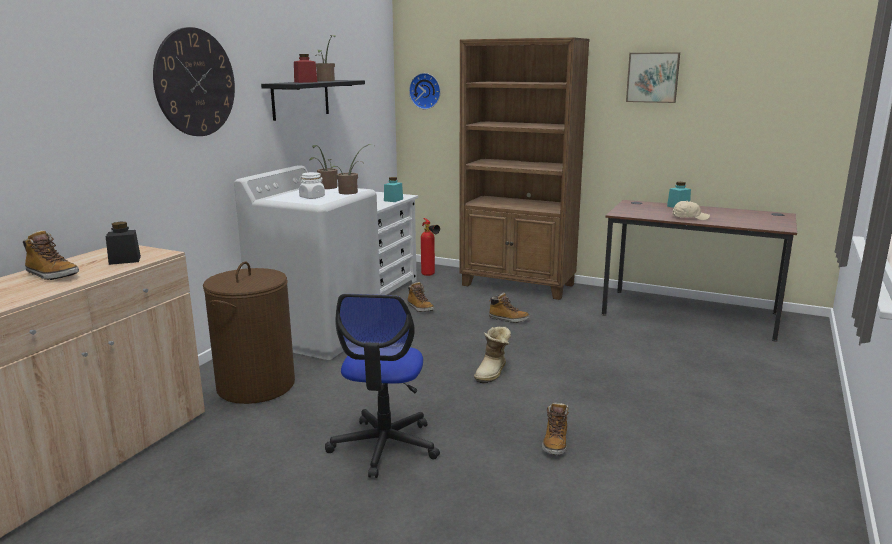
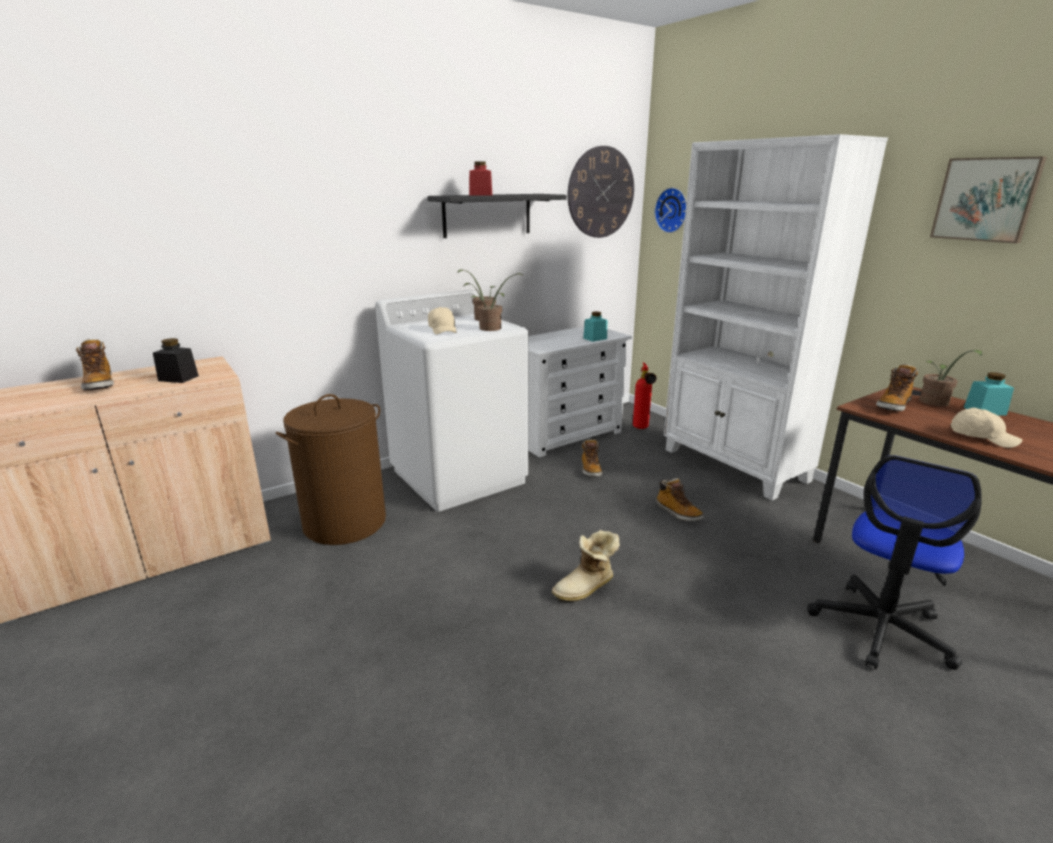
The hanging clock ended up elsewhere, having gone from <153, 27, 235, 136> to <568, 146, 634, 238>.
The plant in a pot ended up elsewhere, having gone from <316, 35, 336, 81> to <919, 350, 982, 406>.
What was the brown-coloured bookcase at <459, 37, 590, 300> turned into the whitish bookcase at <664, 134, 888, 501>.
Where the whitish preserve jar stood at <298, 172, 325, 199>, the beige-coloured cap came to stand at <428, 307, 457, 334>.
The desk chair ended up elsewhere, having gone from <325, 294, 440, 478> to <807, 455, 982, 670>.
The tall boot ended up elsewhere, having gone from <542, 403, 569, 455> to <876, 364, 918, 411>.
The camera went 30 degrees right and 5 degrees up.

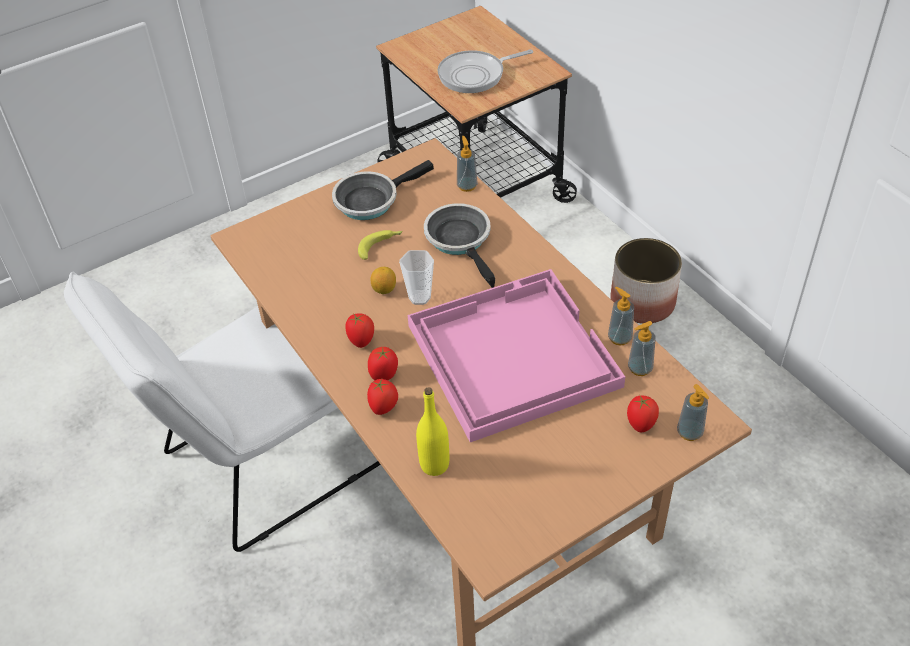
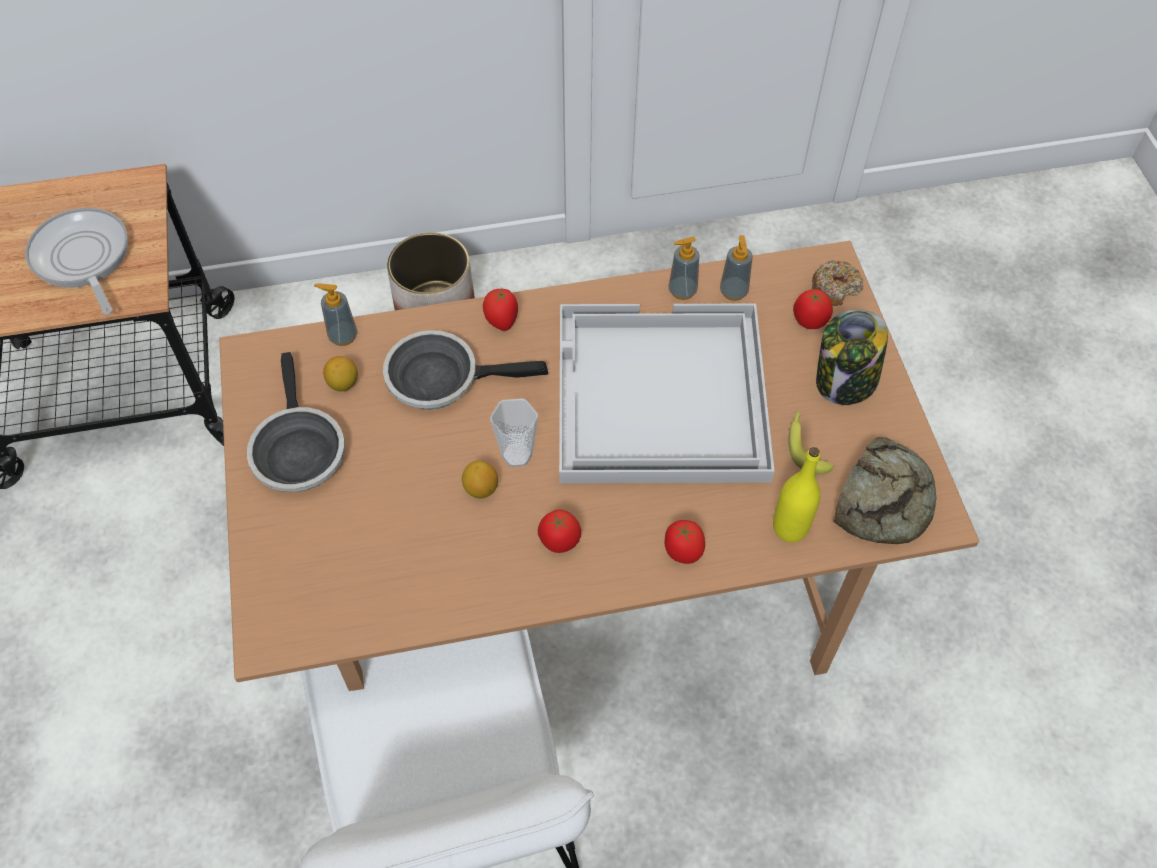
The frying pan at <437, 49, 533, 93> ended up facing another way, 150 degrees clockwise from before.
The whole banana ended up elsewhere, having gone from <358, 230, 402, 260> to <788, 410, 834, 474>.
What was the pink-coloured tray at <408, 269, 625, 442> turned into the whitish tray at <559, 303, 775, 483>.
The whole tomato ended up elsewhere, having gone from <368, 347, 398, 380> to <483, 287, 518, 331>.
Where the soap bottle stood at <677, 384, 709, 441>, the doughnut came to stand at <812, 260, 864, 306>.
The second view gained the preserve jar at <816, 309, 888, 405>.
The second view gained the citrus fruit at <323, 356, 358, 391>.
The second view gained the baked bread at <834, 437, 936, 544>.
The camera went 70 degrees left and 10 degrees up.

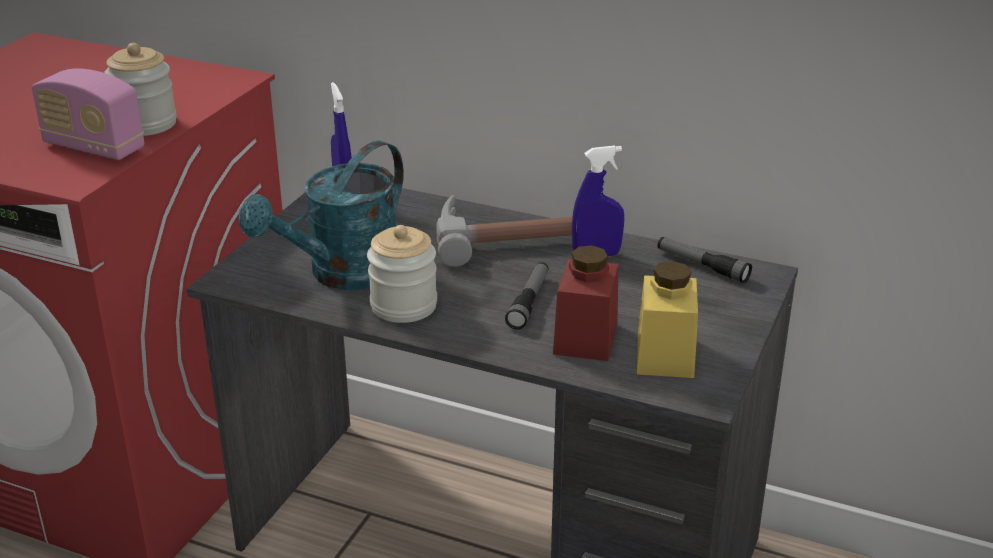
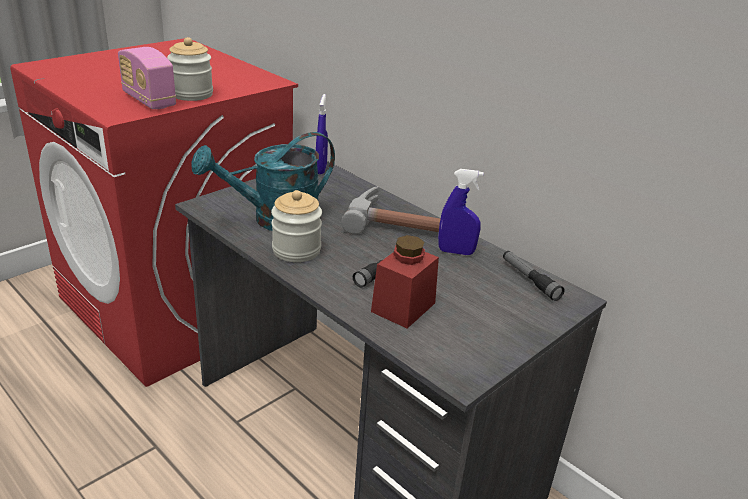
The second view lost the yellow-coloured preserve jar at <637, 261, 698, 378>.
The camera went 20 degrees right and 0 degrees up.

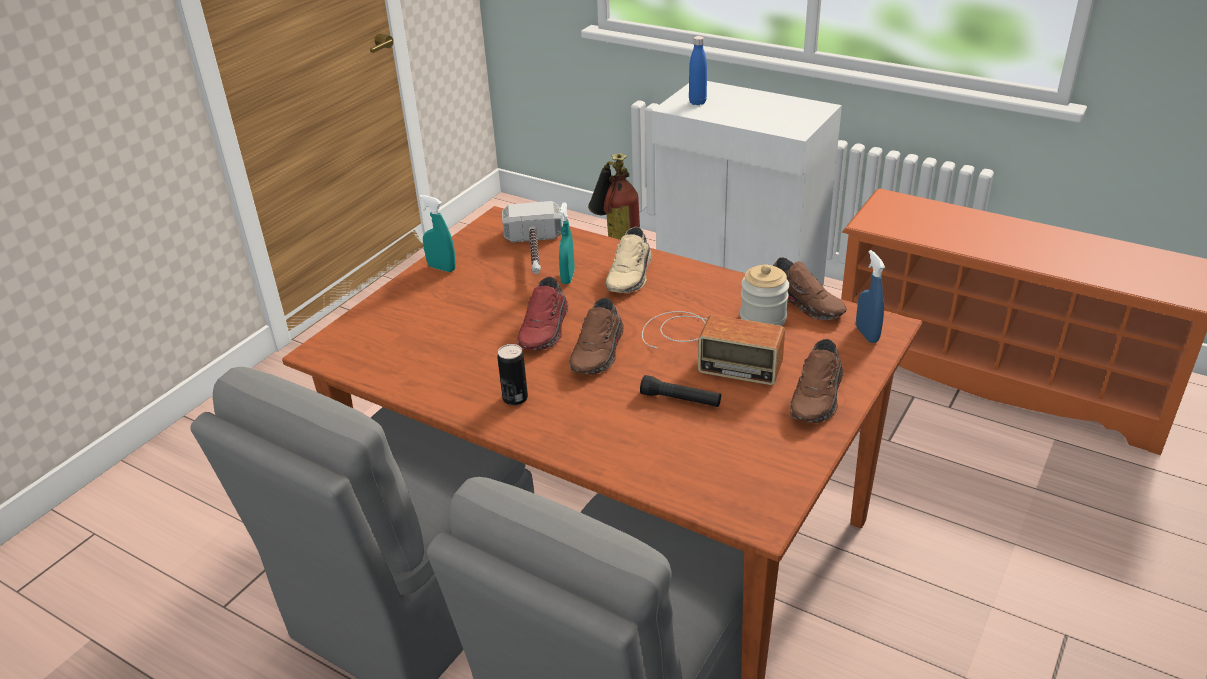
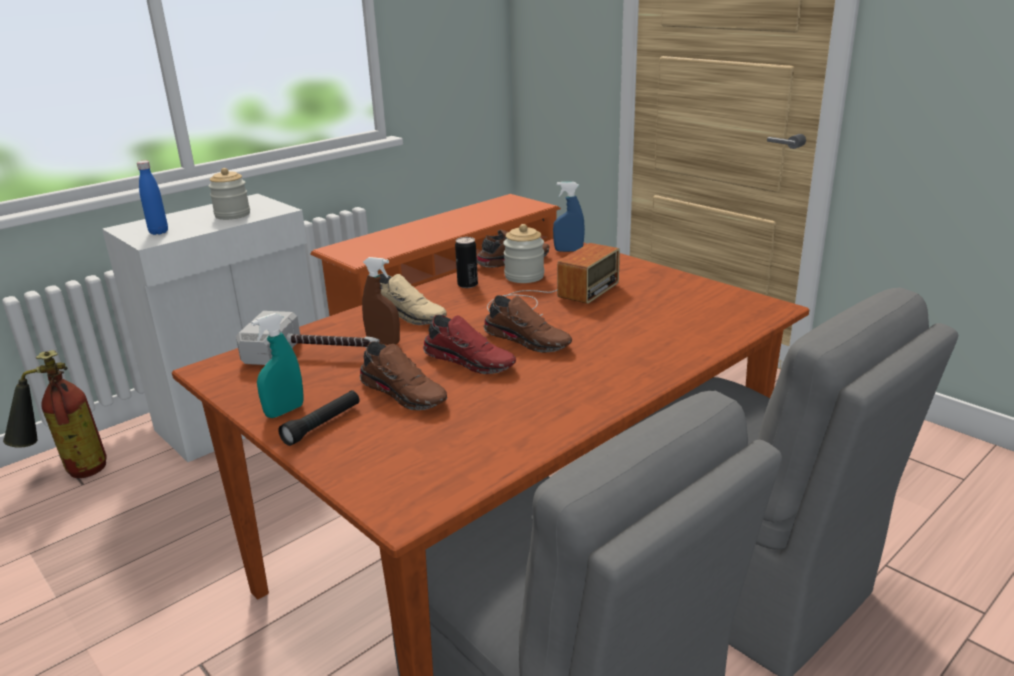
What was the blue-green hand sprayer at <559, 203, 575, 284> turned into the brown-coloured hand sprayer at <362, 257, 400, 345>.
The brown-coloured shoe ended up elsewhere, having gone from <790, 339, 843, 423> to <360, 341, 447, 410>.
The metal can ended up elsewhere, having gone from <497, 344, 528, 405> to <455, 237, 478, 288>.
The blackish flashlight ended up elsewhere, having gone from <640, 375, 721, 407> to <278, 390, 359, 446>.
The second view gained the preserve jar at <208, 168, 250, 220>.
The camera went 75 degrees left and 10 degrees down.

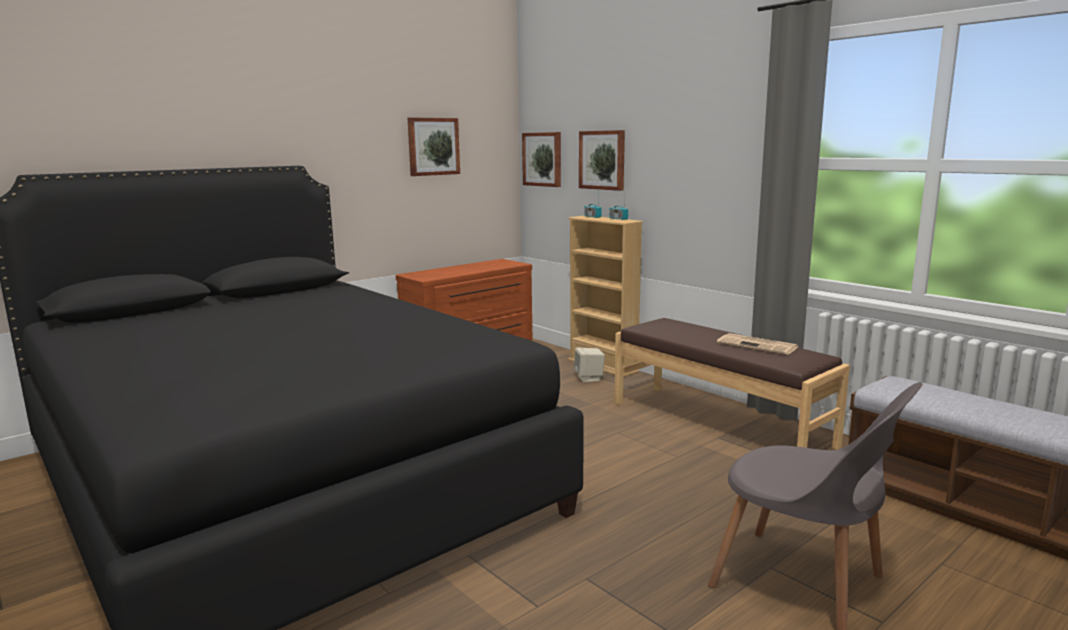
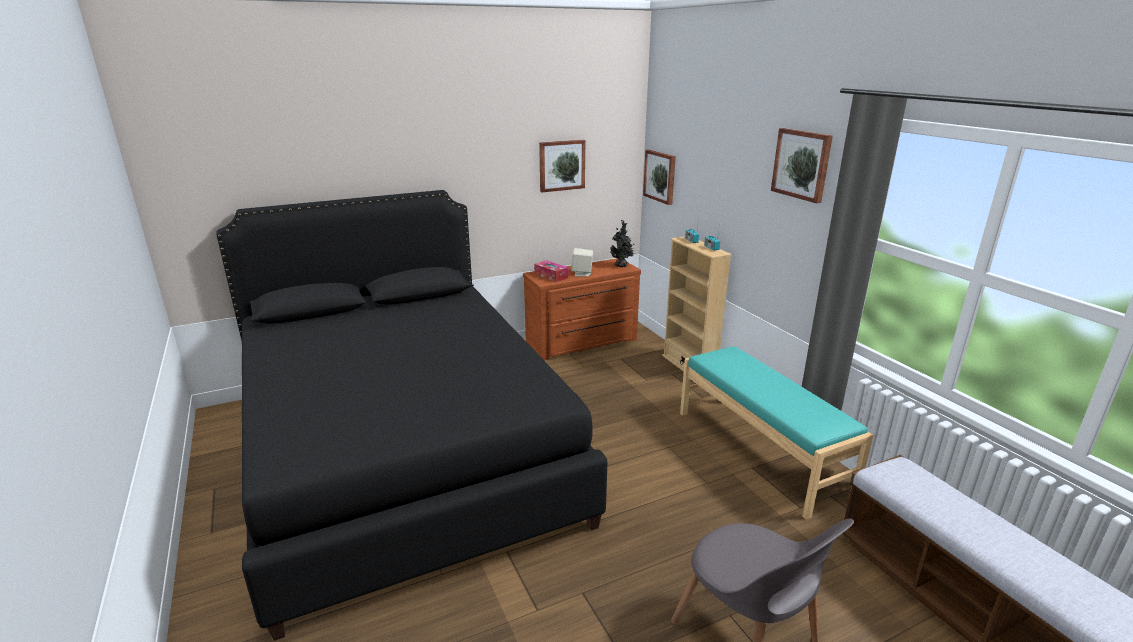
The picture ended up elsewhere, having gone from <579, 130, 625, 191> to <771, 128, 833, 203>.
What was the brown-coloured bench at <614, 318, 850, 450> turned into the blue-green bench at <680, 346, 873, 520>.
The second view lost the newspaper at <717, 333, 798, 355>.
The beige-coloured loudspeaker ended up elsewhere, having gone from <574, 348, 605, 382> to <571, 248, 593, 277>.
The second view gained the plant in a pot at <610, 220, 635, 267>.
The second view gained the tissue box at <534, 260, 568, 282>.
The camera went 15 degrees right and 10 degrees up.

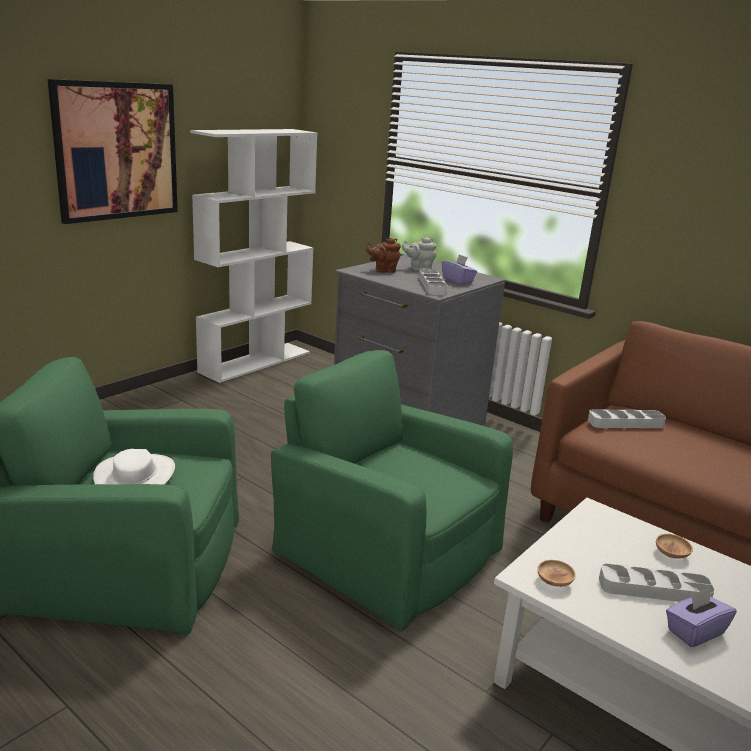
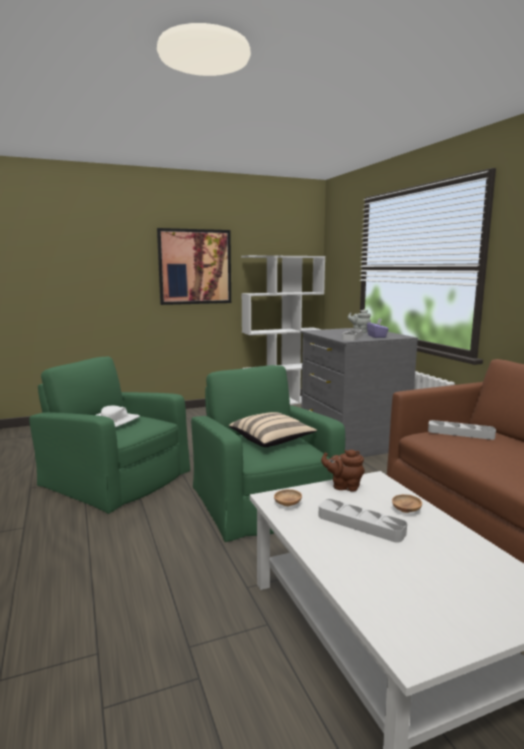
The brown-coloured pot for tea ended up elsewhere, having gone from <366, 238, 401, 273> to <321, 449, 365, 492>.
The second view lost the purplish tissue box at <666, 588, 737, 647>.
The second view gained the beige-coloured throw pillow at <229, 412, 317, 447>.
The camera went 30 degrees right and 10 degrees down.

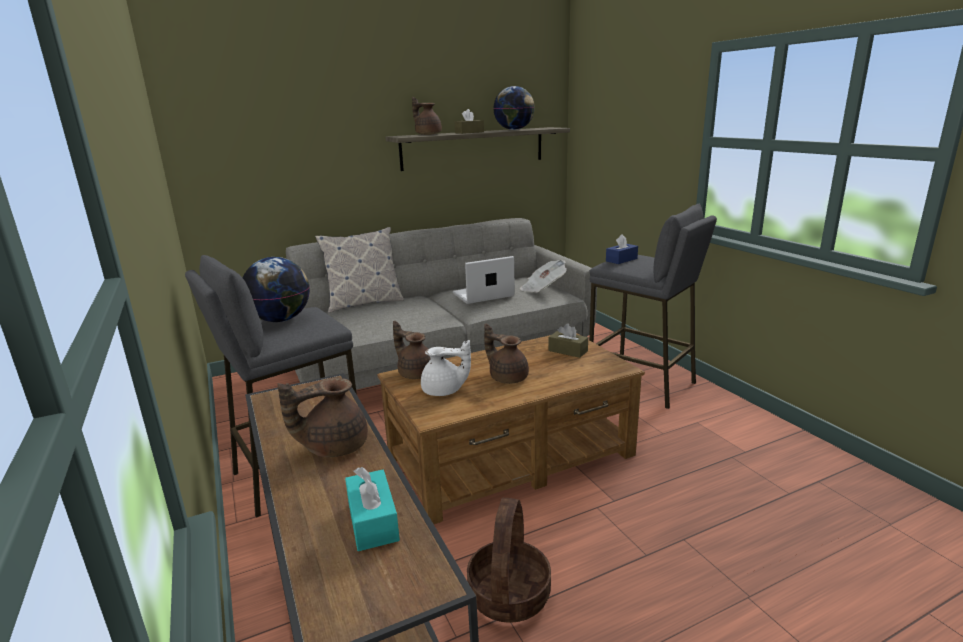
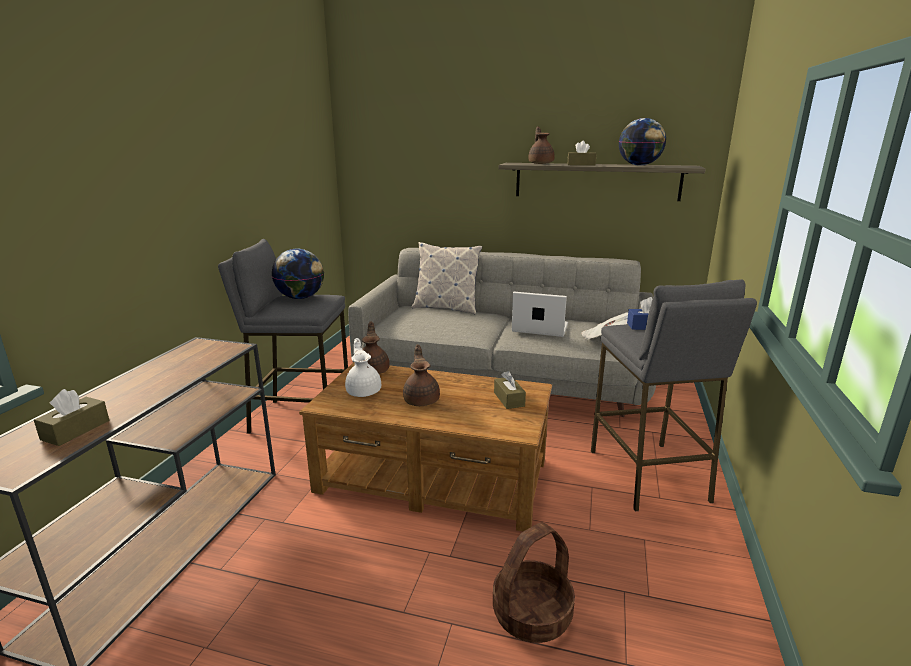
The whitish pot for tea at <421, 340, 471, 396> ended up facing another way, 150 degrees counterclockwise from before.
The second view lost the brown-coloured pot for tea at <277, 378, 368, 457>.
What was the blue-green tissue box at <345, 467, 400, 551> turned into the brown-coloured tissue box at <34, 389, 109, 446>.
The storage basket ended up elsewhere, having gone from <467, 498, 551, 623> to <493, 522, 575, 643>.
The camera went 40 degrees right and 0 degrees up.

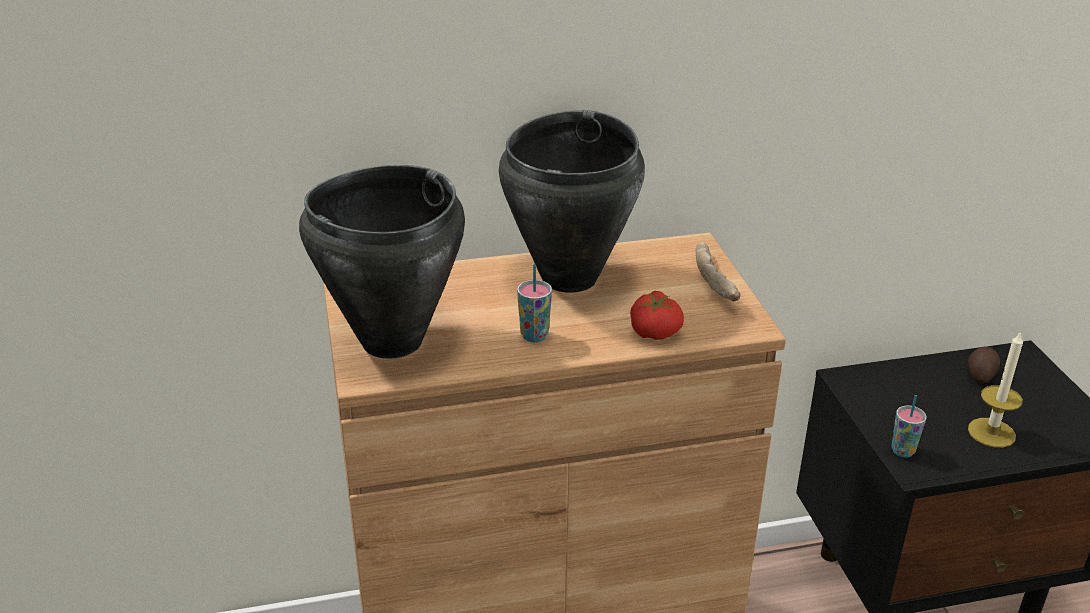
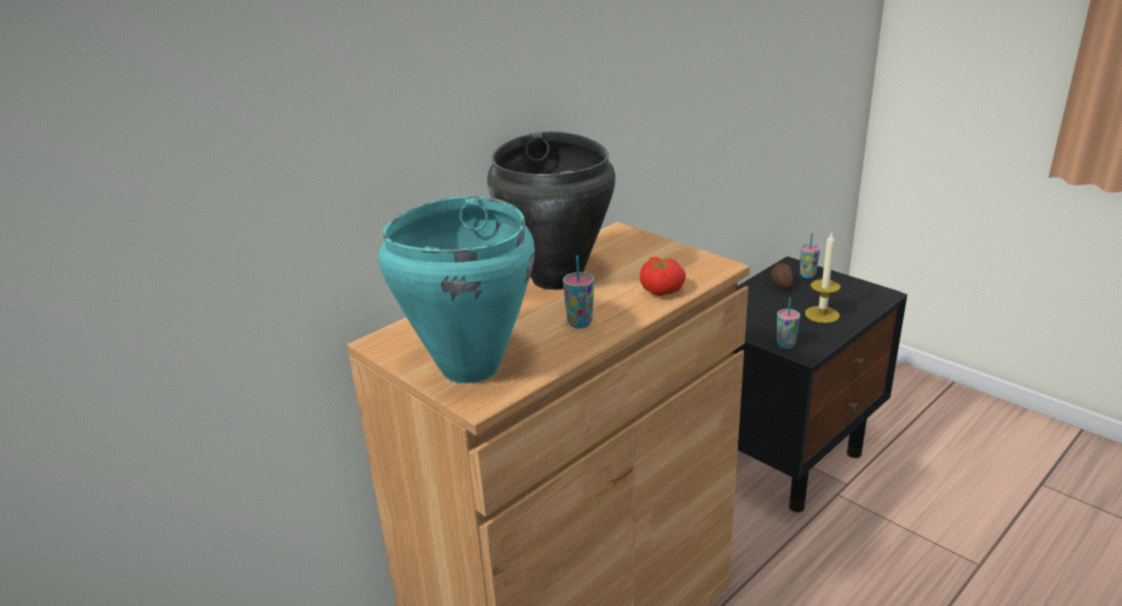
What was the blackish saucepot at <299, 165, 465, 359> turned into the blue-green saucepot at <379, 196, 535, 383>.
The second view lost the baked bread at <696, 242, 741, 301>.
The second view gained the drinking cup at <800, 233, 820, 278>.
The camera went 30 degrees left and 5 degrees down.

